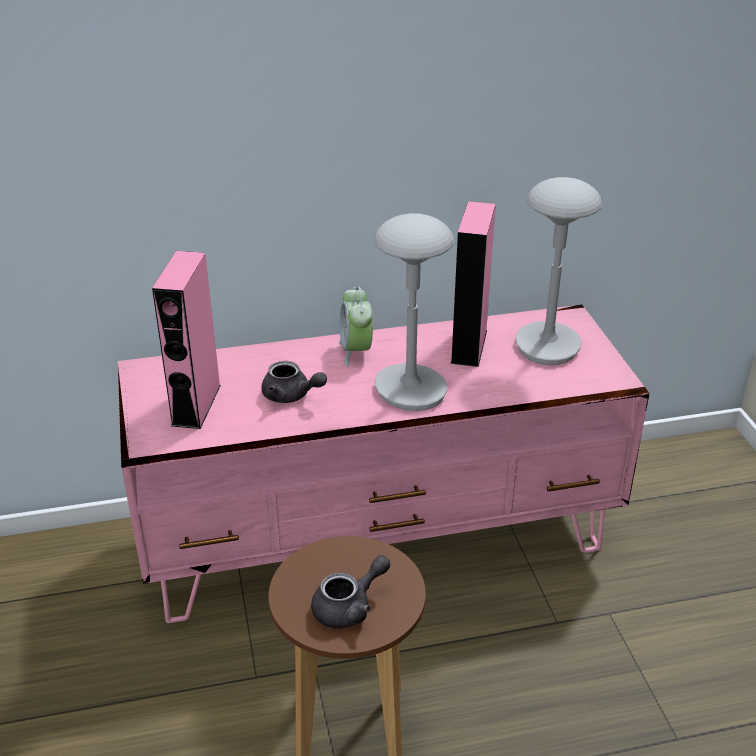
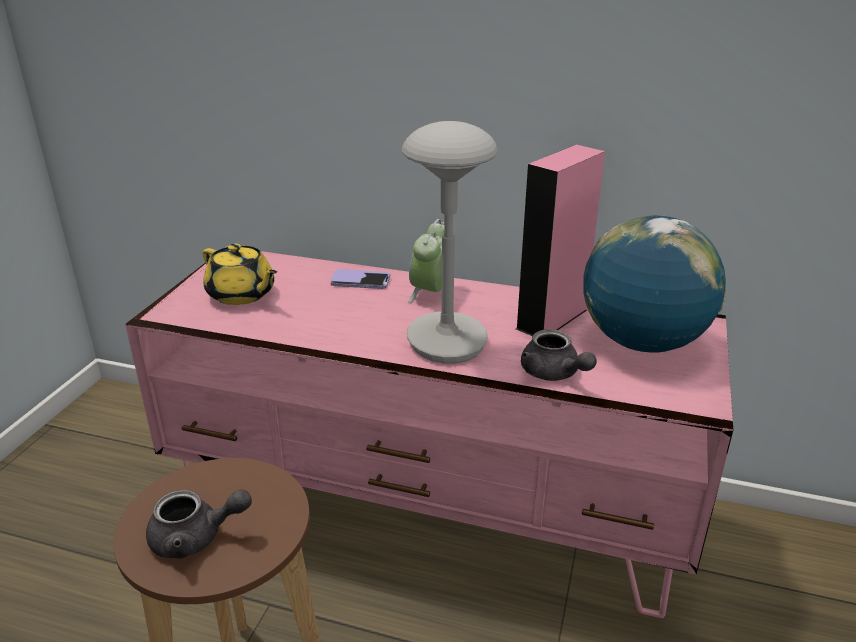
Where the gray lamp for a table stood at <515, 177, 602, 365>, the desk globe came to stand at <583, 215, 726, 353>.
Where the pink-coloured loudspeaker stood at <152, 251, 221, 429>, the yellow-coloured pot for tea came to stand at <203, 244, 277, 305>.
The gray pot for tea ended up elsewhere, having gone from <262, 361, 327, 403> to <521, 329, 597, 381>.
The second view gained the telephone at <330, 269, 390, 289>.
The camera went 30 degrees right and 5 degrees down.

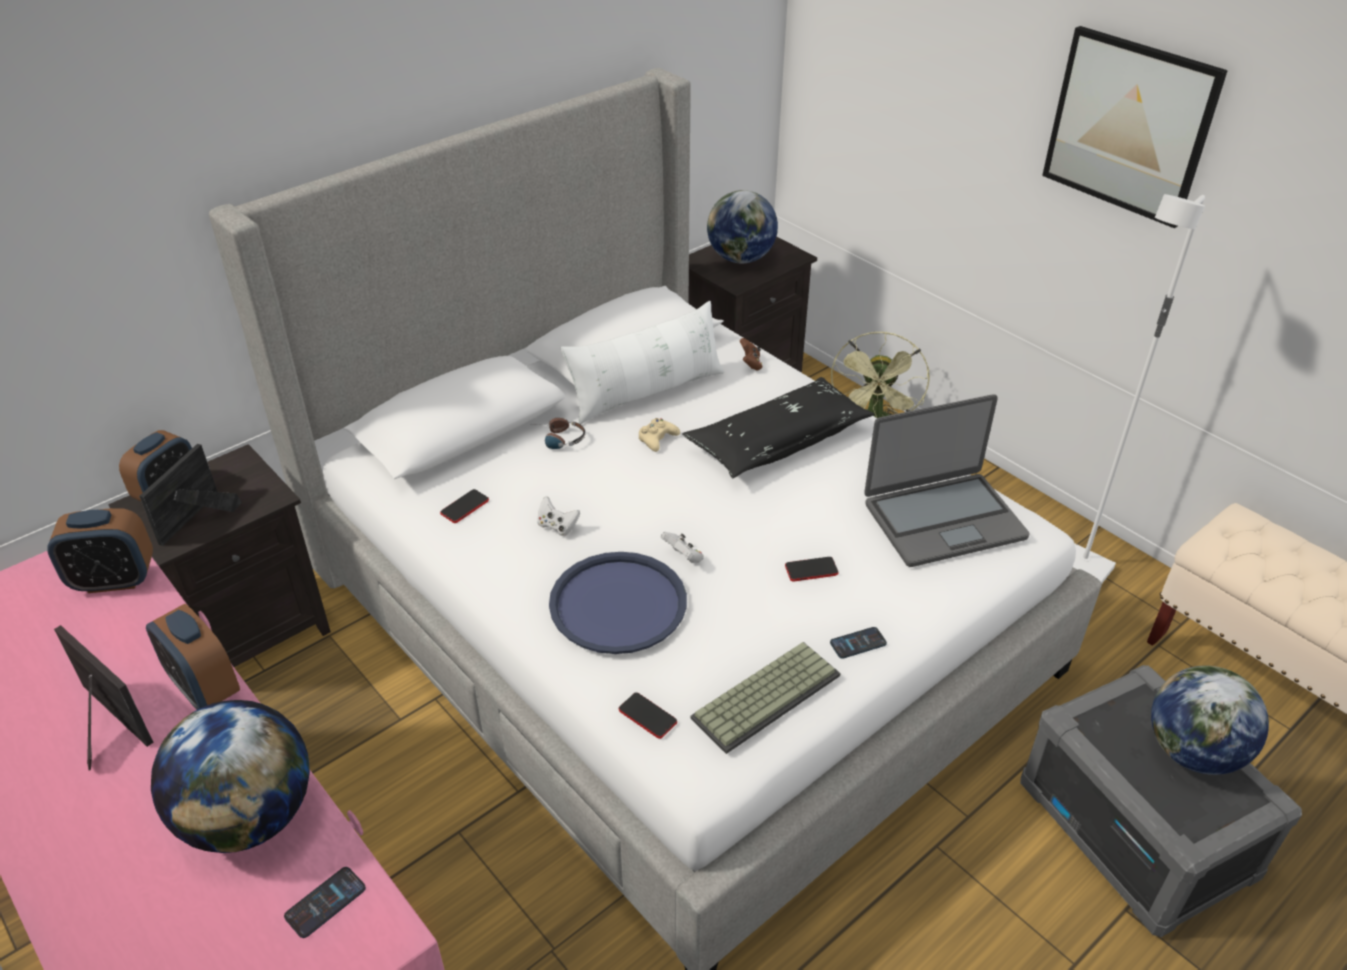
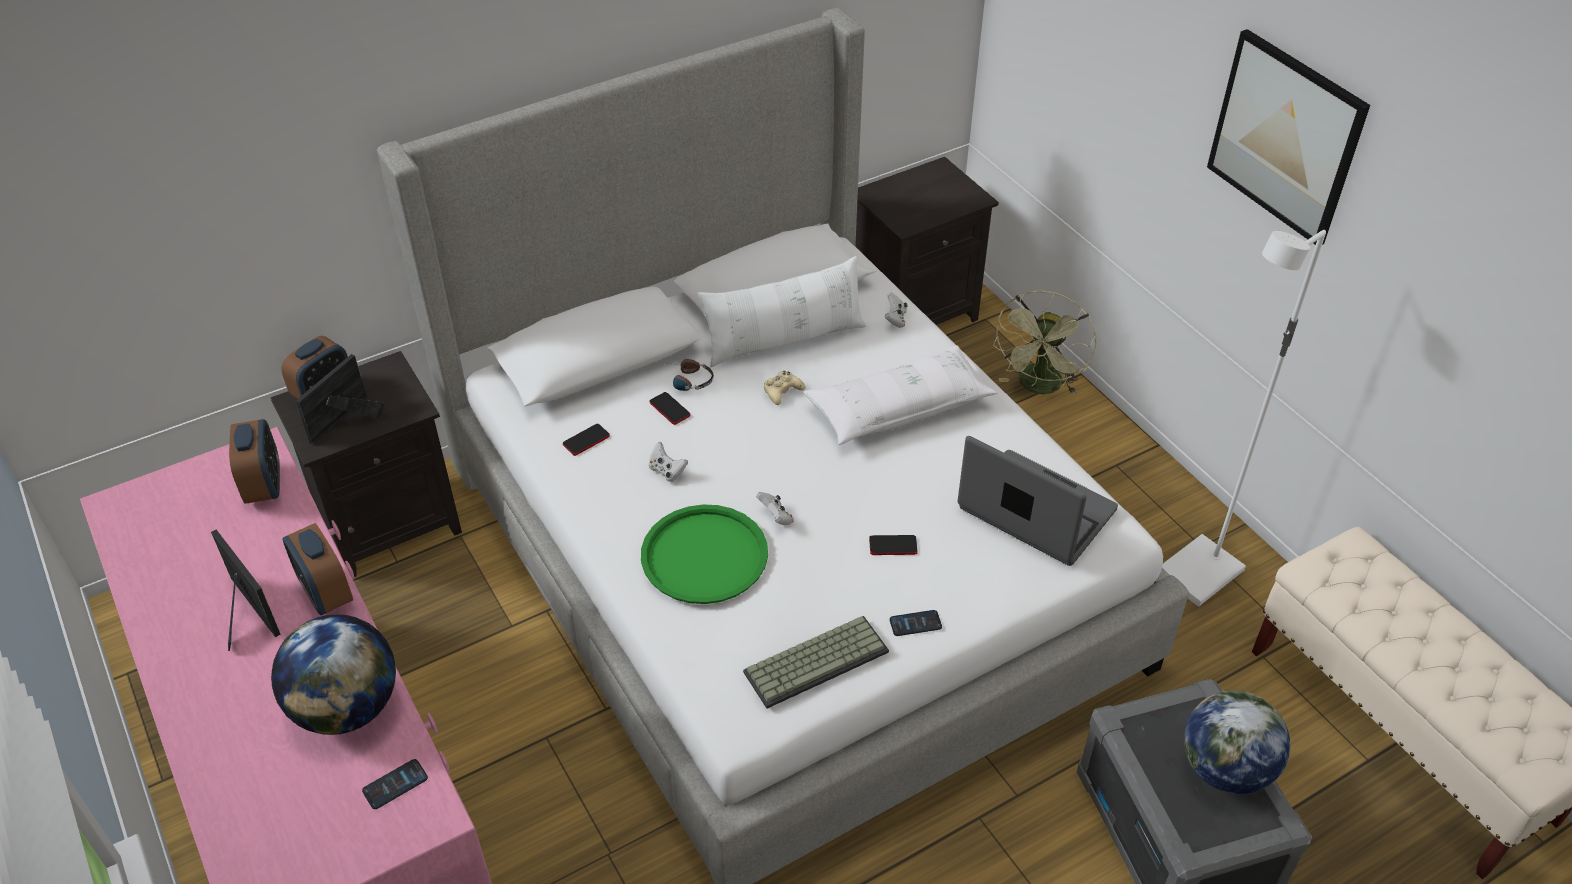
The second view lost the desk globe at <707, 190, 778, 264>.
What was the brown-coloured joypad at <740, 338, 762, 370> turned into the whitish joypad at <884, 293, 908, 328>.
What was the blackish throw pillow at <682, 377, 874, 478> turned into the whitish throw pillow at <803, 345, 997, 445>.
The notebook computer at <864, 394, 1030, 567> ended up facing another way, 135 degrees counterclockwise from before.
The table clock at <47, 508, 153, 593> ended up facing another way, 105 degrees counterclockwise from before.
What was the blue tray at <549, 552, 687, 654> turned into the green tray at <641, 504, 768, 604>.
The telephone ended up elsewhere, having gone from <619, 692, 677, 739> to <650, 392, 690, 425>.
The camera went 10 degrees right and 5 degrees up.

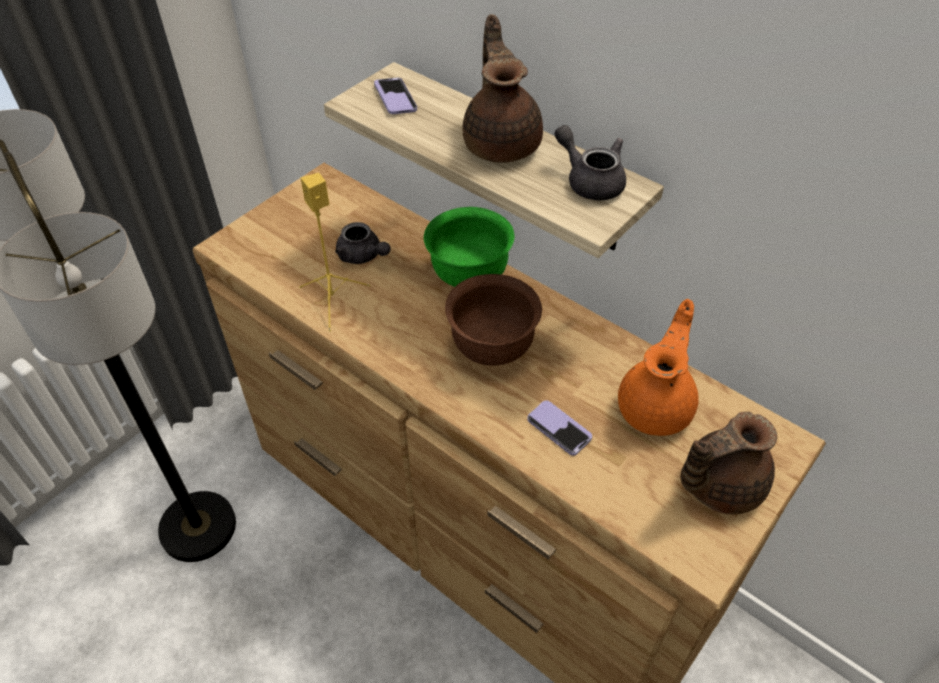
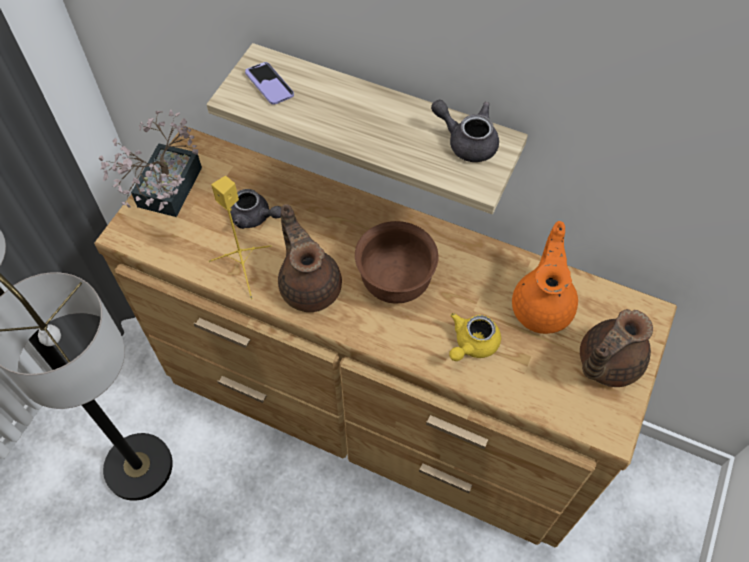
The brown-coloured pot for tea ended up elsewhere, having gone from <463, 14, 543, 163> to <278, 204, 342, 312>.
The second view lost the green bowl at <424, 207, 514, 287>.
Where the telephone stood at <527, 400, 592, 456>, the yellow-coloured pot for tea came to stand at <449, 313, 501, 361>.
The second view gained the plant in a pot at <99, 110, 202, 217>.
The camera went 15 degrees left and 10 degrees up.

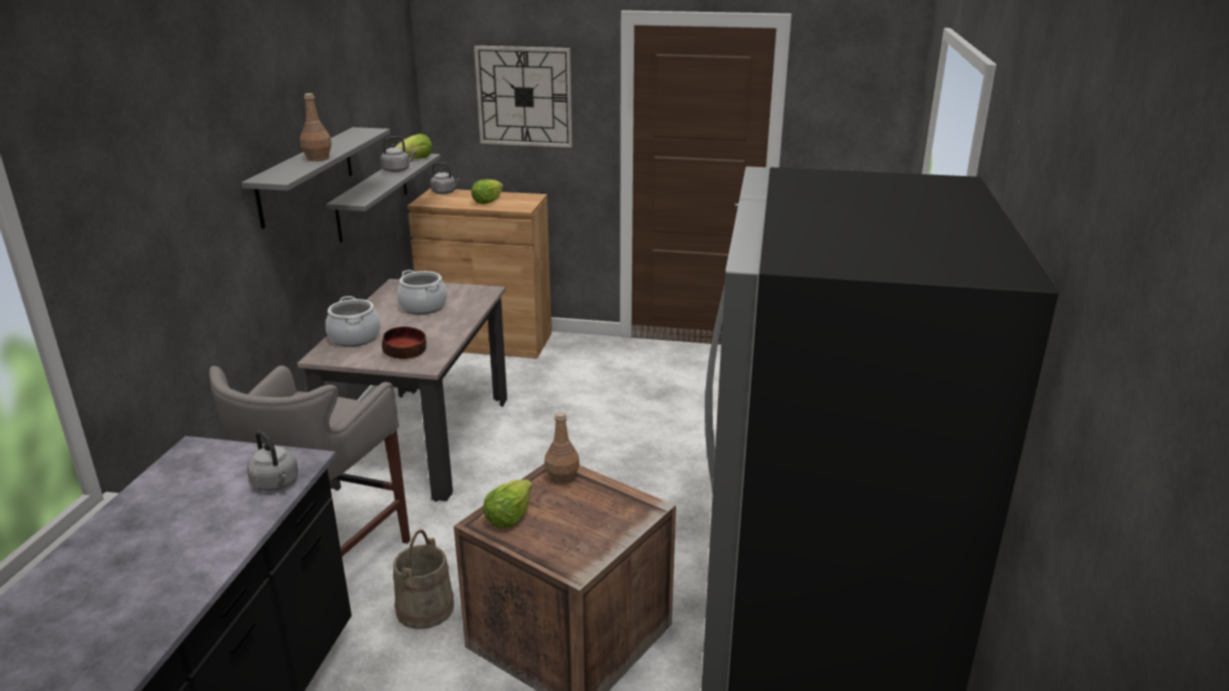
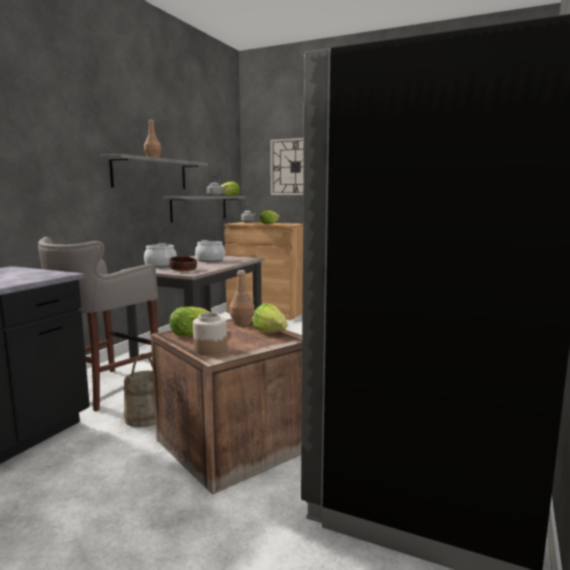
The second view lost the gray kettle at <247, 431, 298, 491>.
The second view gained the lettuce at <253, 303, 288, 333>.
The second view gained the preserve jar at <193, 313, 227, 355>.
The camera went 15 degrees right and 15 degrees down.

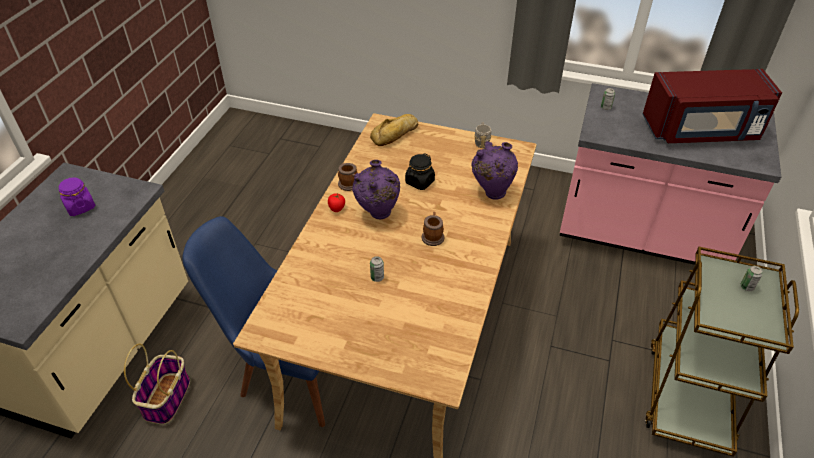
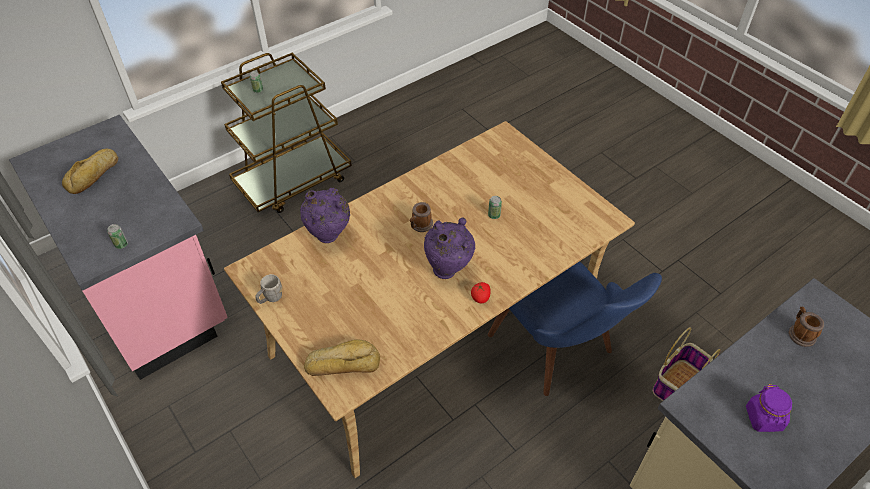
Where the red microwave oven stood at <643, 69, 782, 143>, the baked bread came to stand at <62, 149, 118, 194>.
The second view lost the blackish preserve jar at <405, 153, 435, 190>.
The coffee mug ended up elsewhere, having gone from <338, 163, 358, 191> to <789, 307, 824, 347>.
The camera went 145 degrees left and 5 degrees up.

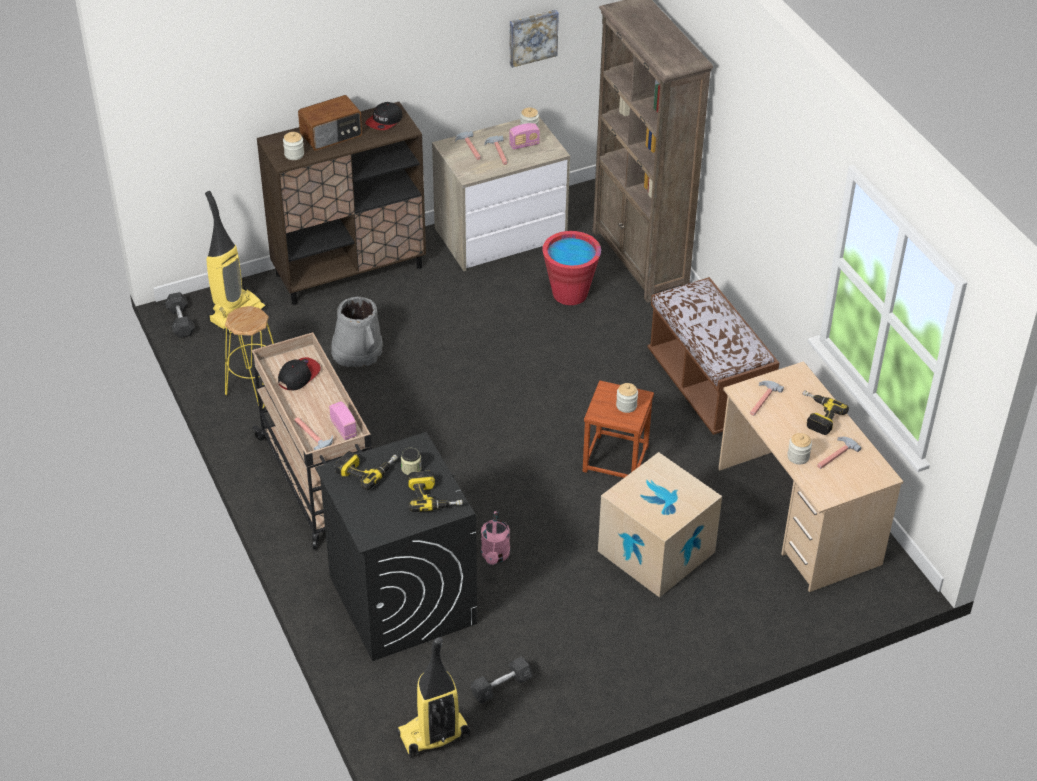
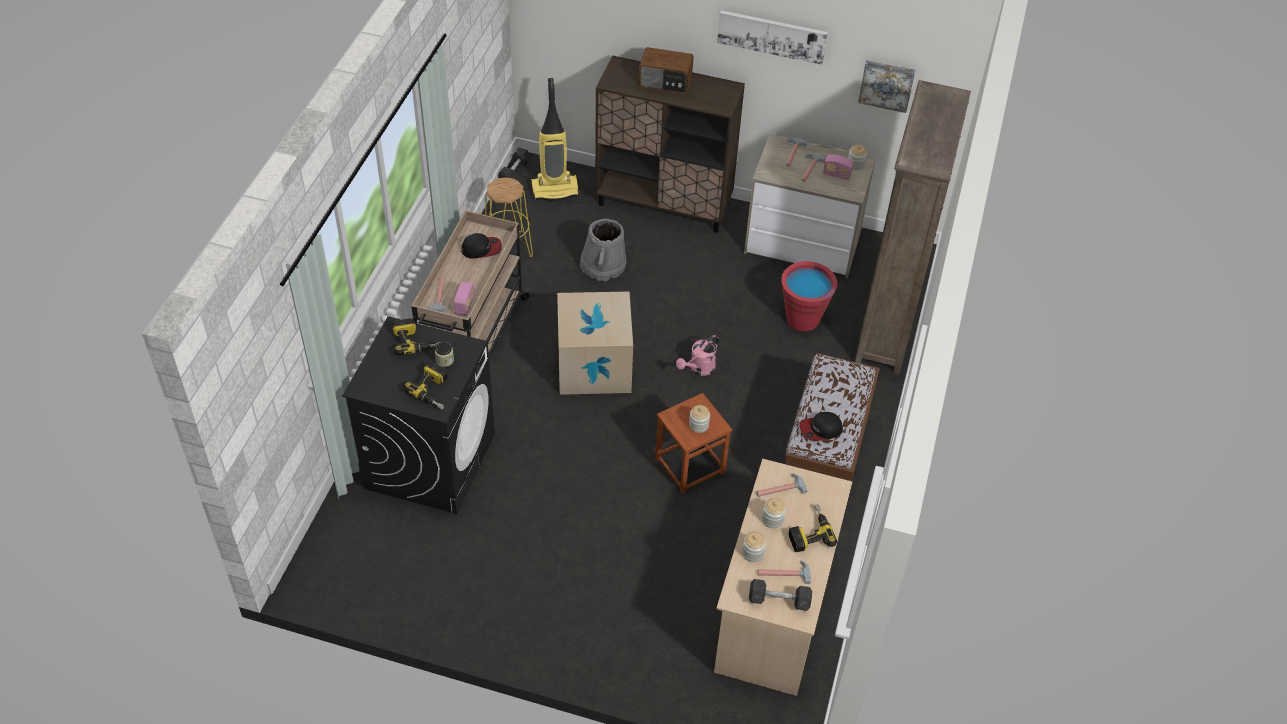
The cap ended up elsewhere, having gone from <365, 102, 403, 130> to <799, 412, 843, 441>.
The preserve jar ended up elsewhere, having gone from <283, 132, 304, 160> to <762, 498, 786, 528>.
The carton ended up elsewhere, having gone from <598, 452, 722, 598> to <557, 291, 633, 395>.
The pink-coloured watering pot ended up elsewhere, having gone from <481, 511, 510, 565> to <676, 335, 719, 376>.
The second view lost the hoover at <396, 637, 470, 758>.
The gray free weight ended up elsewhere, having gone from <471, 656, 532, 704> to <749, 579, 812, 611>.
The second view gained the picture at <717, 10, 828, 65>.
The camera went 40 degrees right and 5 degrees up.

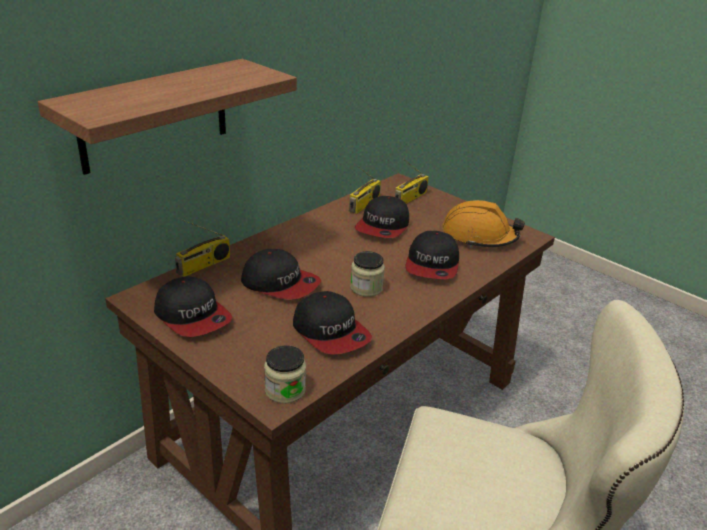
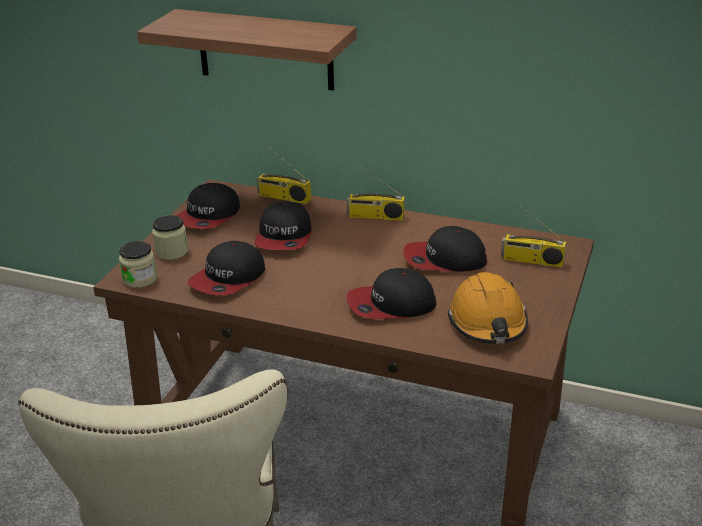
The radio ended up elsewhere, having gone from <349, 165, 381, 214> to <347, 165, 405, 221>.
The preserve jar ended up elsewhere, having gone from <350, 251, 385, 297> to <152, 215, 188, 260>.
The camera went 70 degrees right and 0 degrees up.

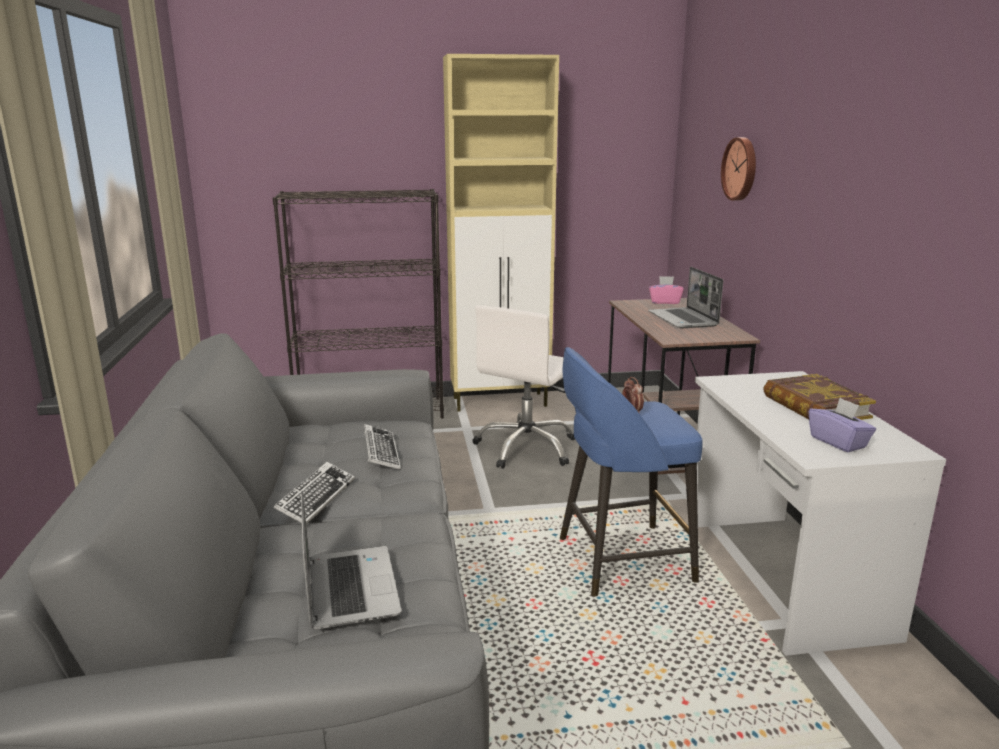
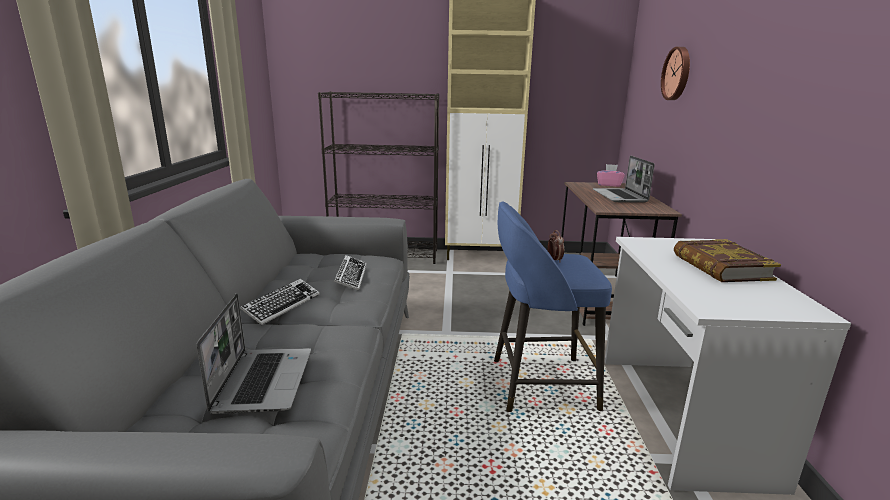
The second view lost the whitish desk chair at <472, 305, 575, 469>.
The second view lost the purplish tissue box at <809, 398, 876, 452>.
The camera went 10 degrees right and 0 degrees up.

